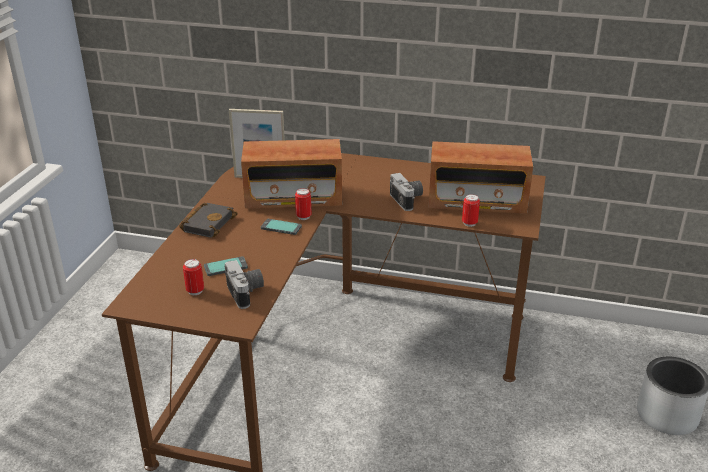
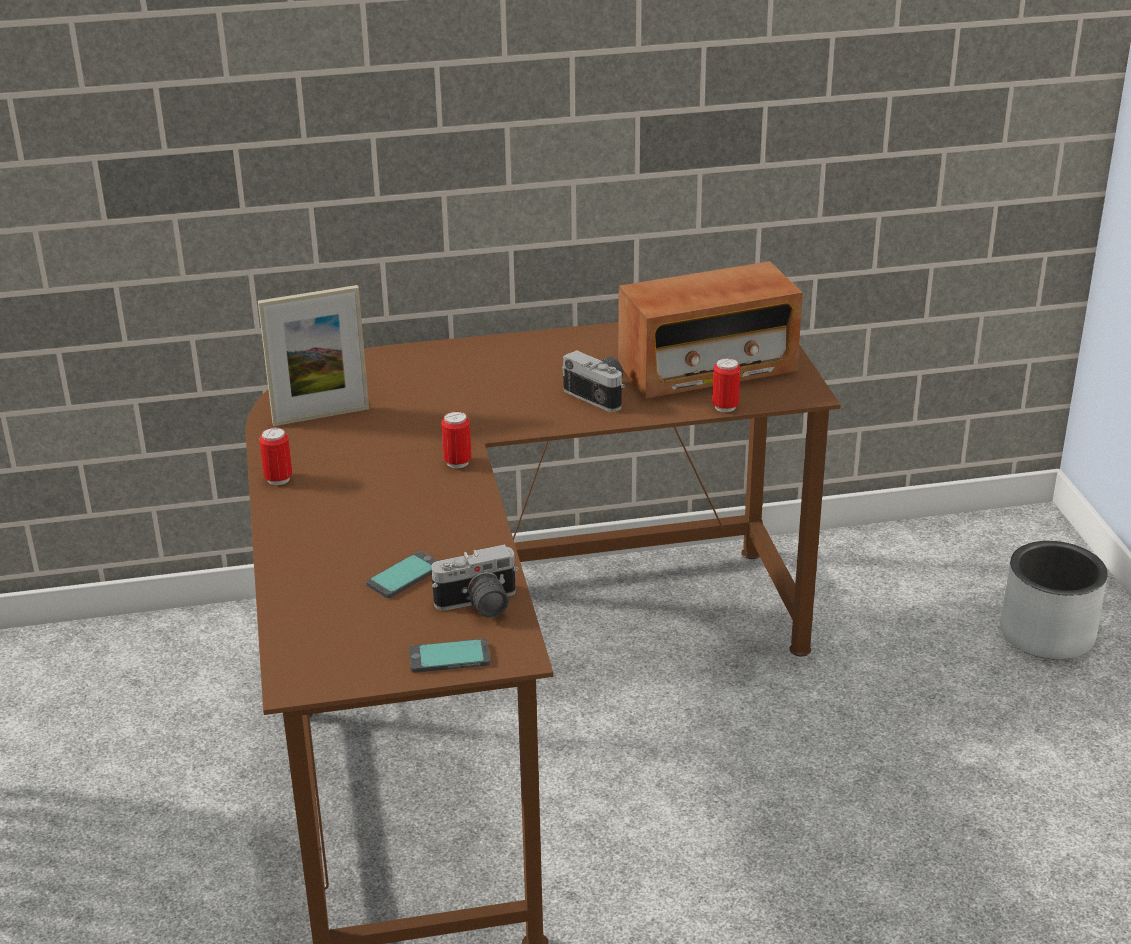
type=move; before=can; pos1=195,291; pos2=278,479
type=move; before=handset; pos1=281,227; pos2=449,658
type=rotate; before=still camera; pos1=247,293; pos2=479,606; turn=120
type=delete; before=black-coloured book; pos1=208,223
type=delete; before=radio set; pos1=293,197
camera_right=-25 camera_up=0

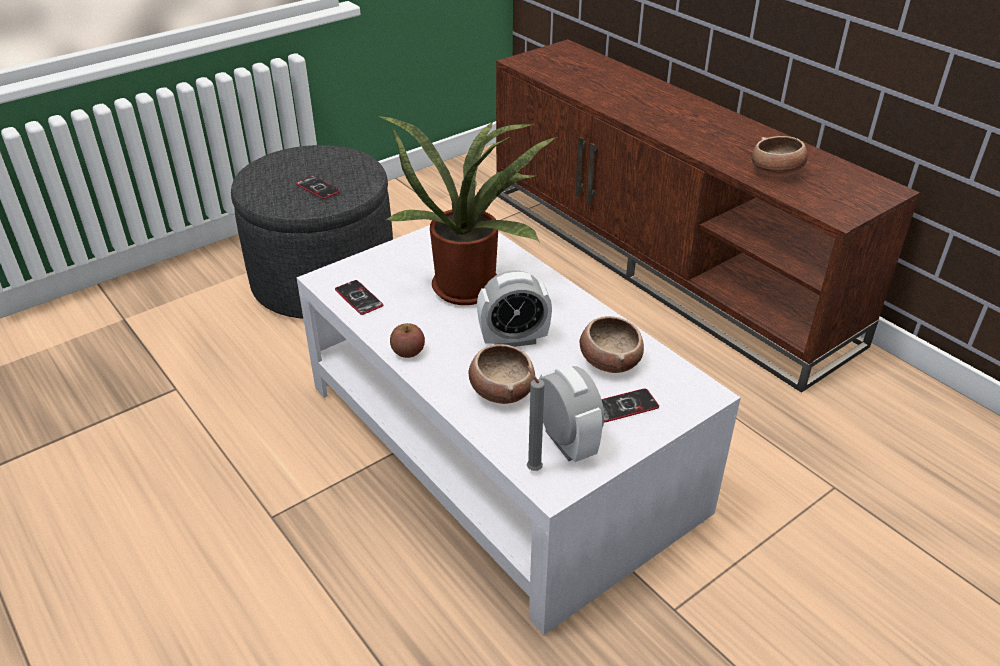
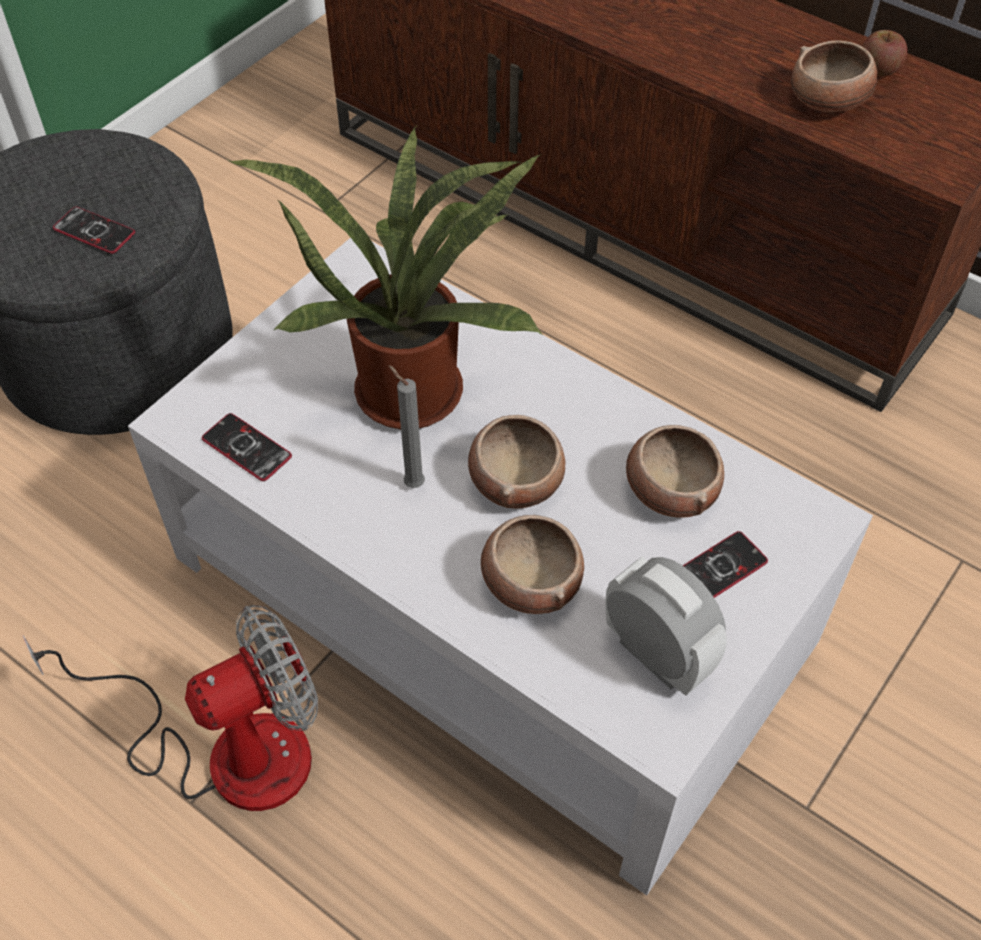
type=insert; after=fan; pos2=226,749
type=move; before=gray candle; pos1=532,468; pos2=411,483
type=replace; before=table clock; after=deep dish; pos1=513,340; pos2=516,480
type=move; before=whole apple; pos1=408,352; pos2=879,69
camera_right=-15 camera_up=15

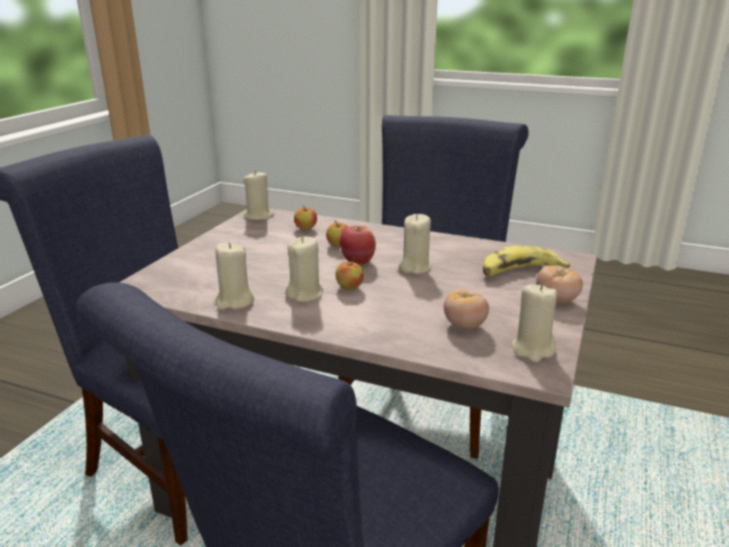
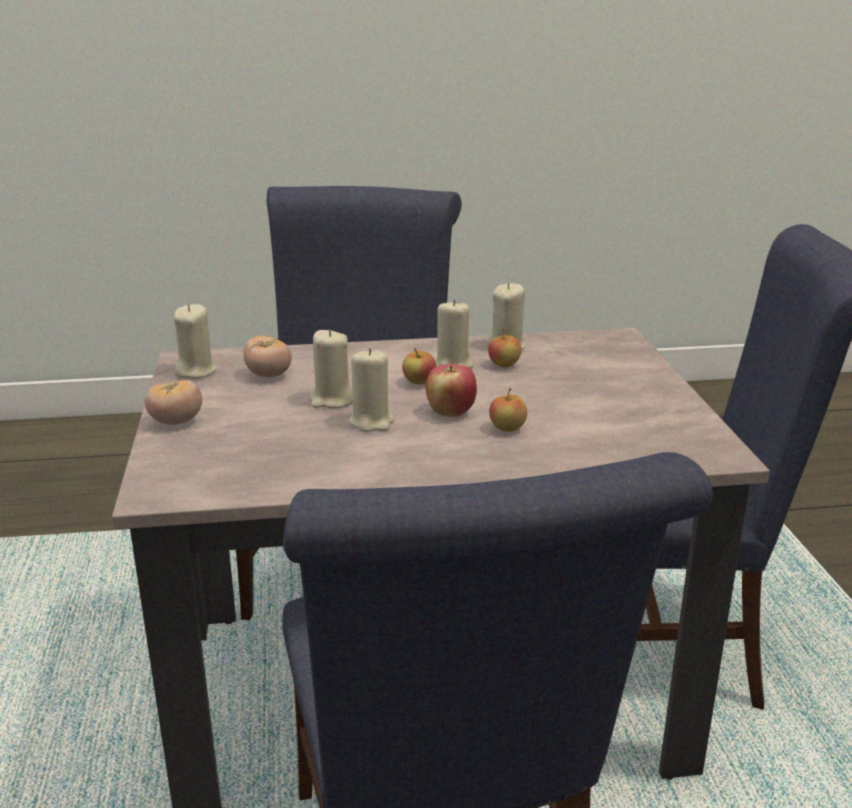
type=move; before=beige candle; pos1=259,216; pos2=332,400
type=move; before=whole apple; pos1=306,228; pos2=503,365
type=delete; before=whole banana; pos1=519,272
camera_right=150 camera_up=0

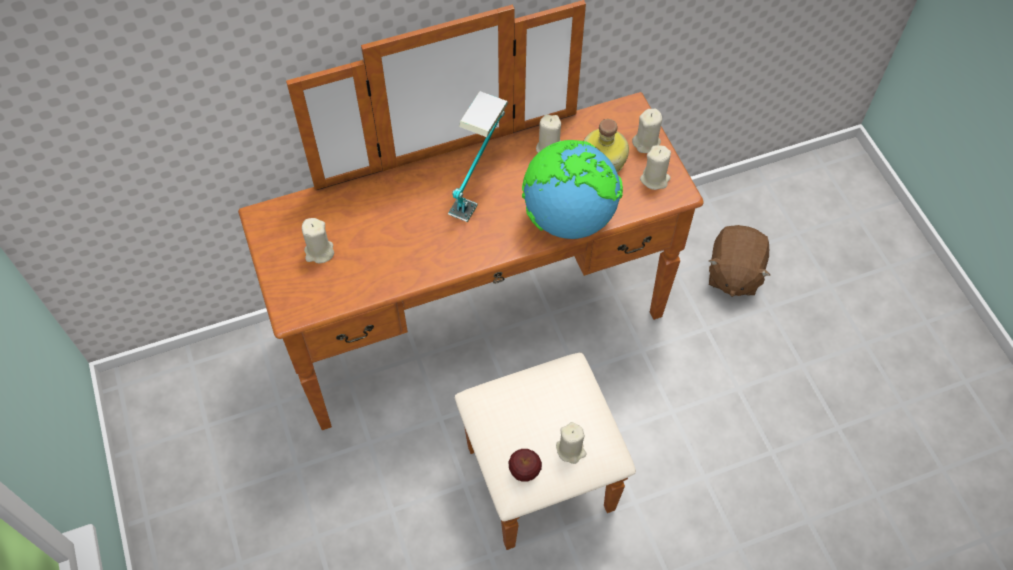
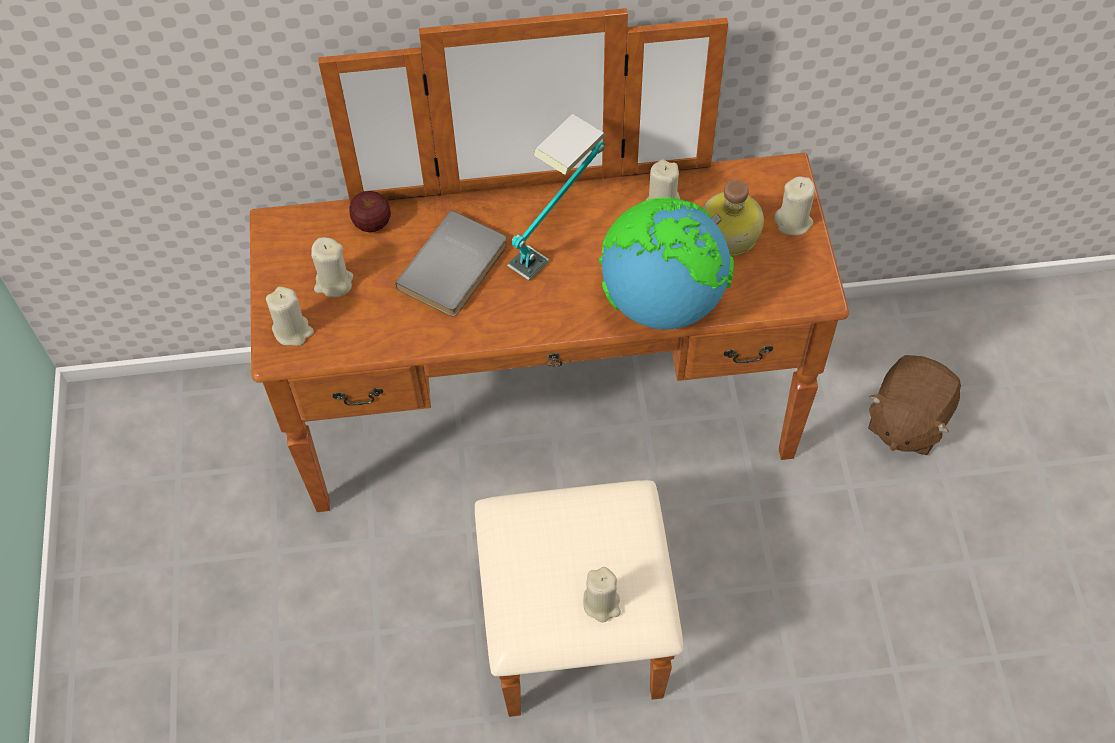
type=move; before=beige candle; pos1=655,179; pos2=293,331
type=move; before=whole apple; pos1=524,470; pos2=372,223
type=insert; after=gray book; pos2=456,268
camera_right=15 camera_up=0

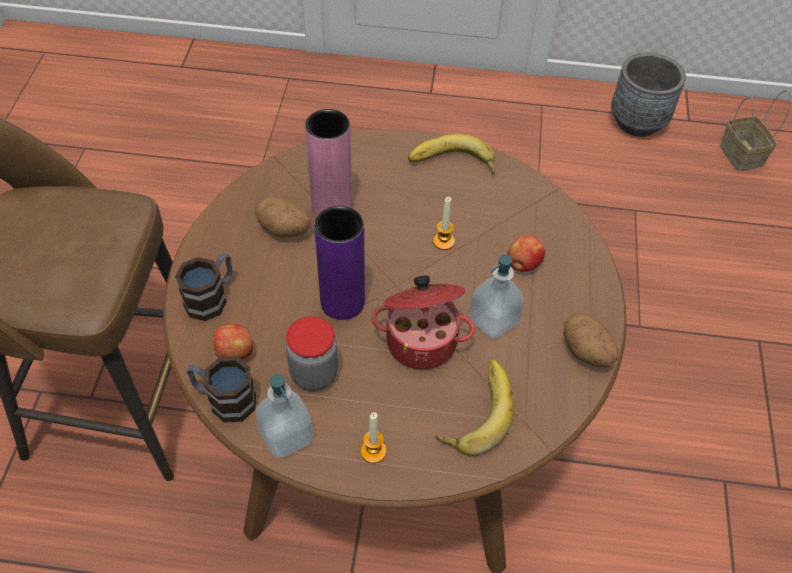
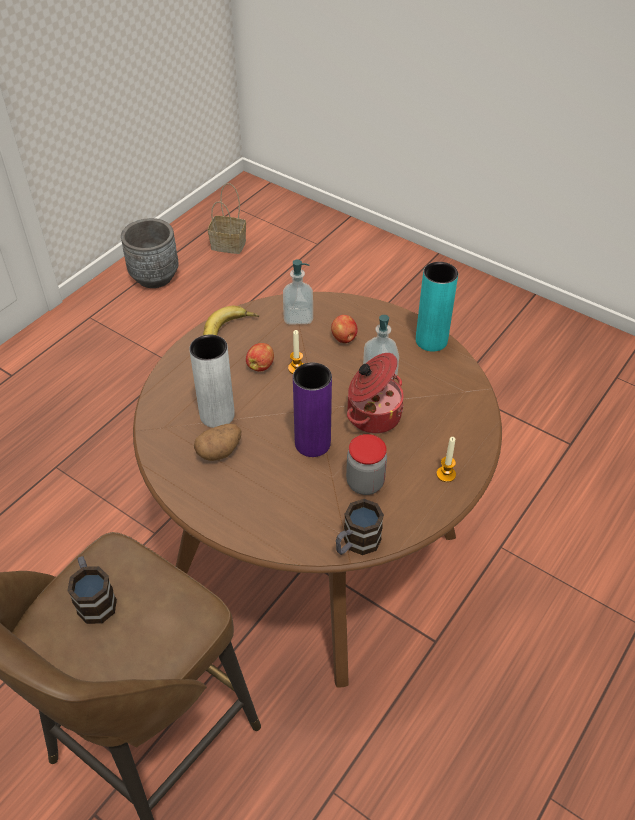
type=move; before=tea mug; pos1=212,297; pos2=94,599
type=recolor; before=pink-coloured decorative vase; after=gray decorative vase; pos1=332,206; pos2=217,415
type=move; before=whole apple; pos1=235,352; pos2=261,366
type=move; before=soap bottle; pos1=286,436; pos2=298,316
type=replace; before=potato; after=turquoise decorative vase; pos1=587,352; pos2=431,340
type=delete; before=whole banana; pos1=475,410
camera_right=-60 camera_up=-5

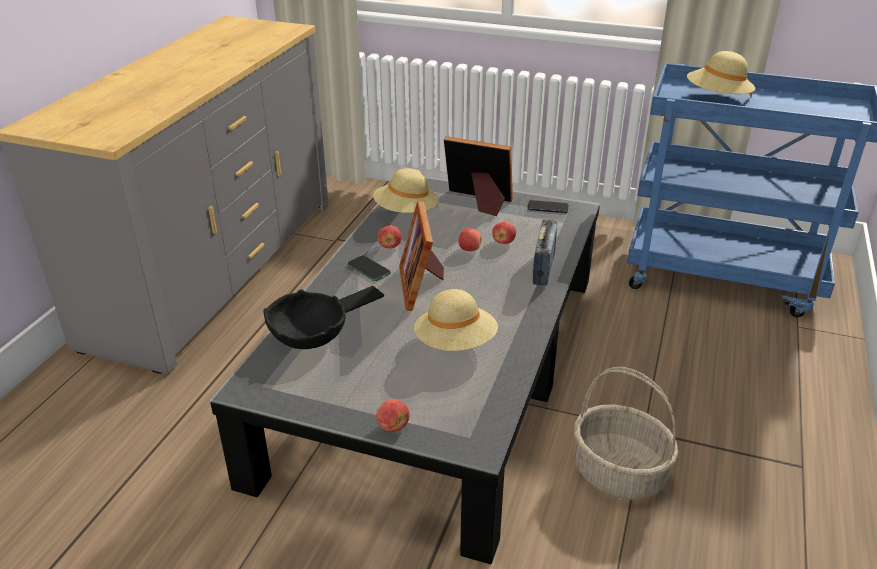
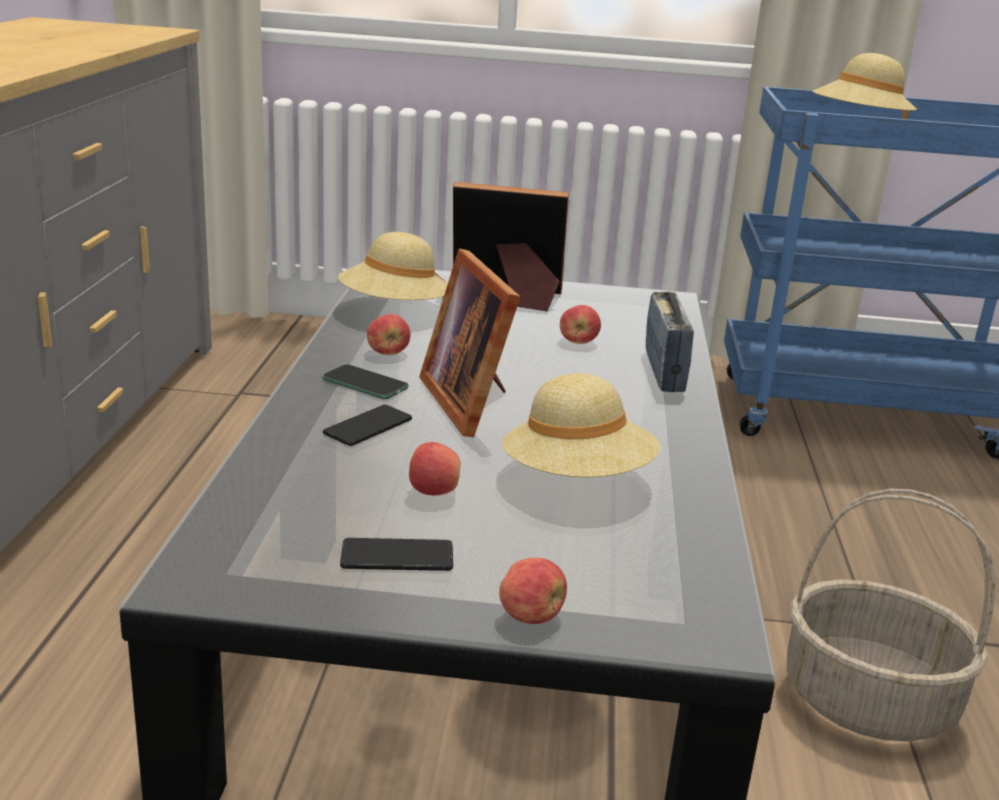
type=move; before=handset; pos1=548,207; pos2=397,556
type=move; before=whole apple; pos1=469,249; pos2=433,491
type=delete; before=black-coloured deep dish; pos1=308,337
camera_right=-15 camera_up=-10

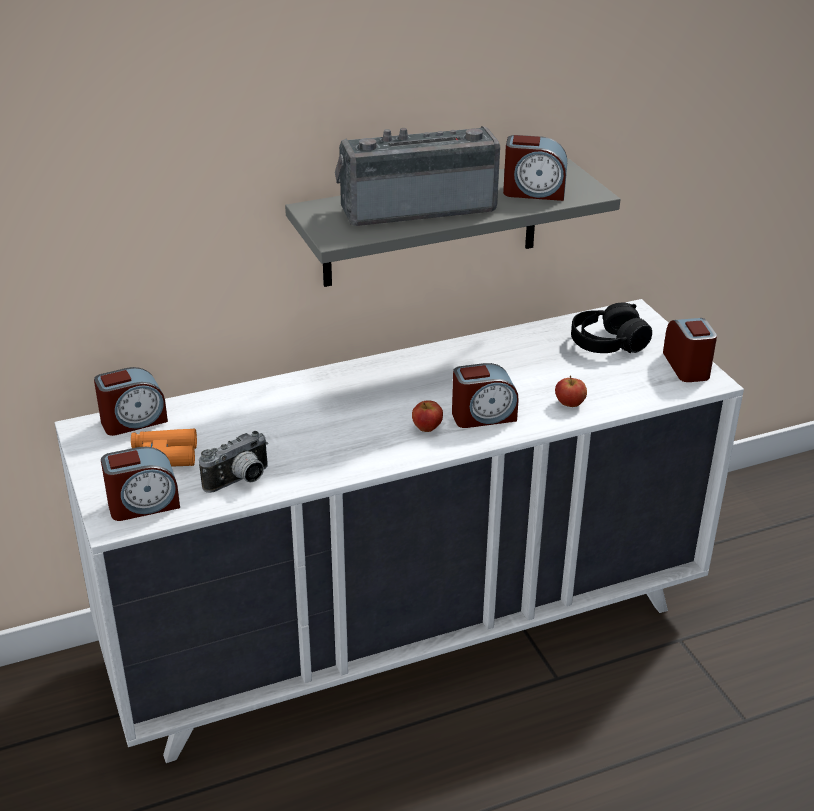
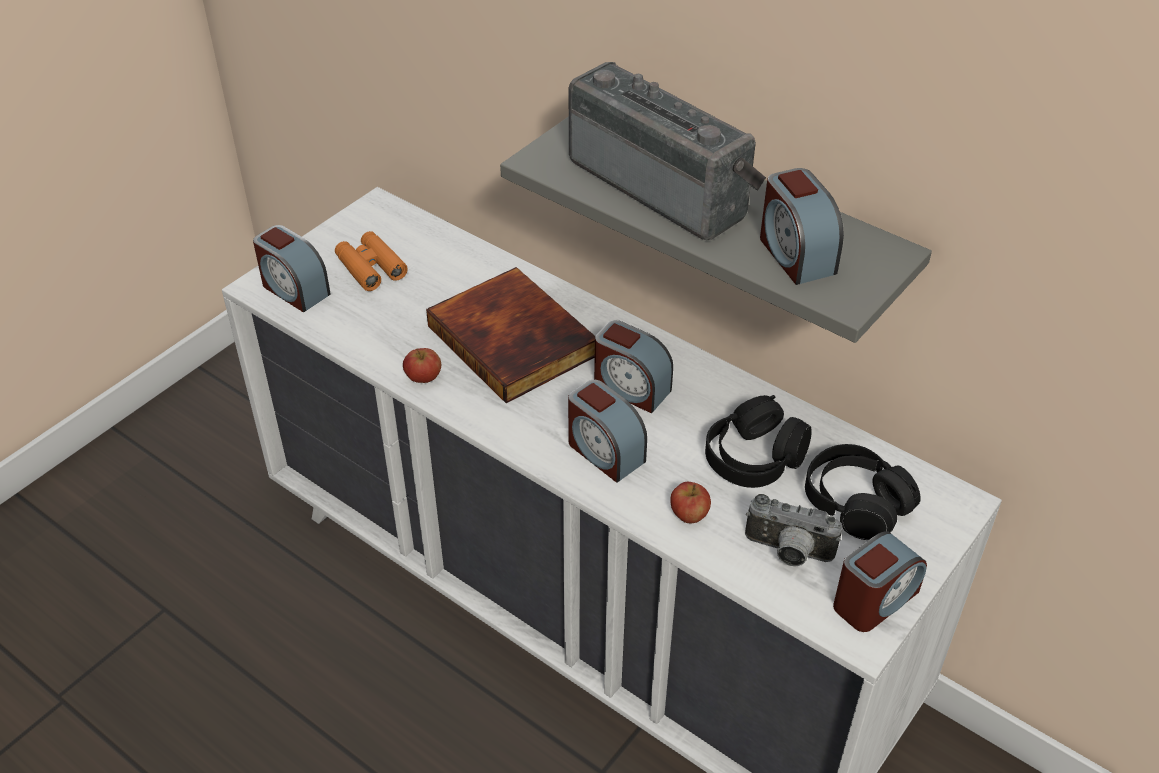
type=move; before=whole apple; pos1=427,428; pos2=423,378
type=insert; after=book; pos2=515,340
type=move; before=table clock; pos1=133,421; pos2=630,388
type=insert; after=black-coloured headset; pos2=754,458
type=move; before=still camera; pos1=240,481; pos2=787,553
camera_right=60 camera_up=10

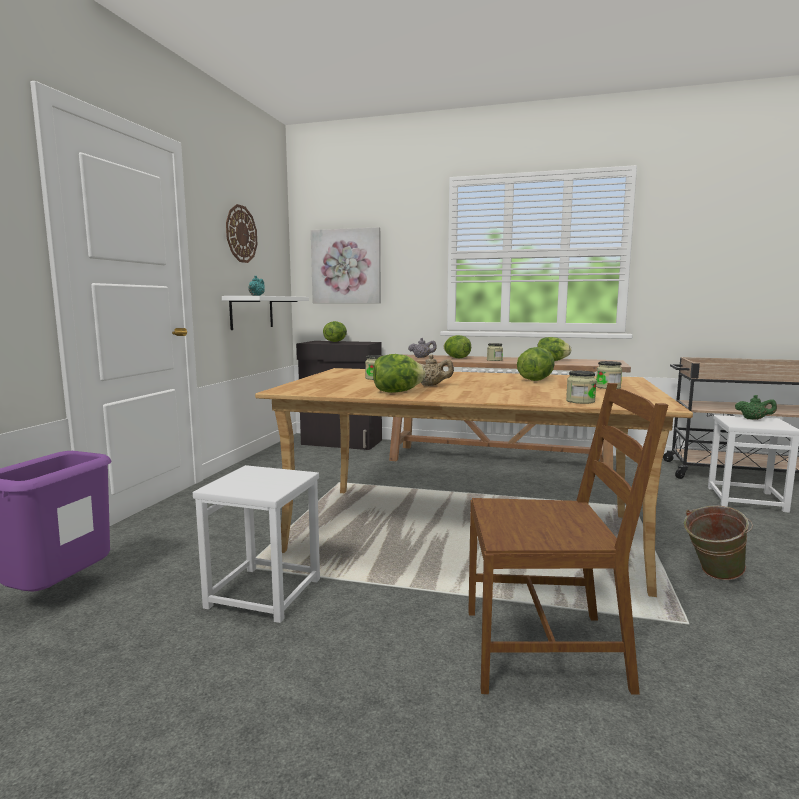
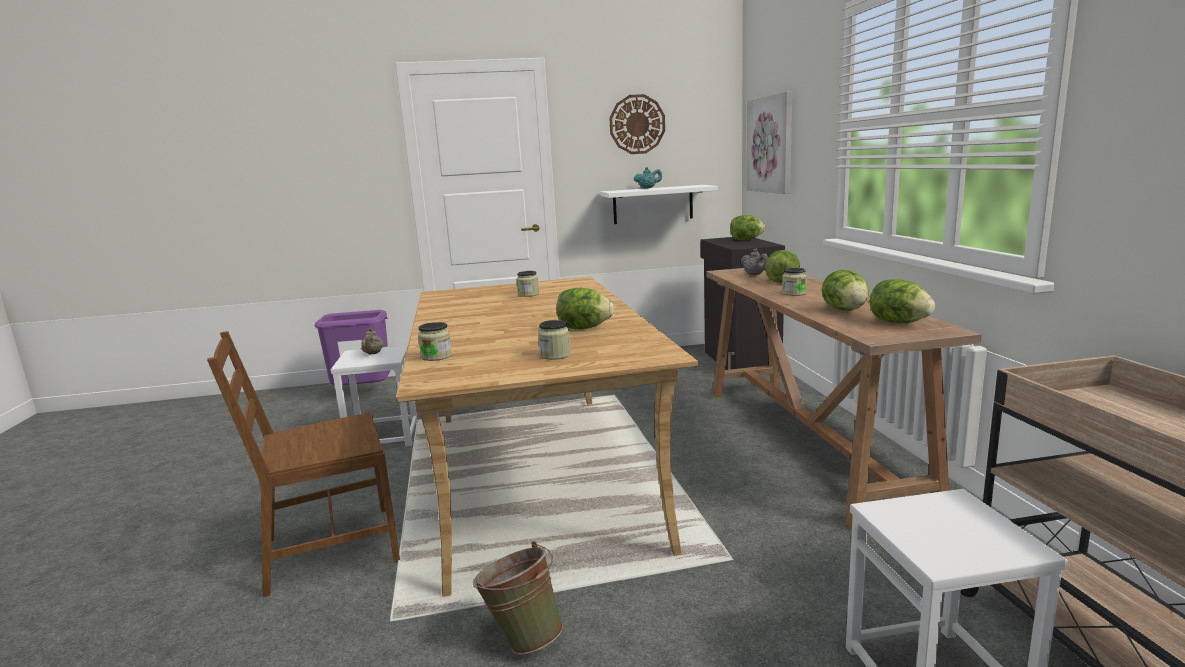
type=rotate; before=brownish upright chair; pos1=545,649; pos2=329,550; turn=90
type=move; before=beige pot for tea; pos1=431,385; pos2=373,354
type=move; before=lettuce head; pos1=397,392; pos2=898,323
type=delete; before=green pot for tea; pos1=754,419
camera_right=65 camera_up=5

